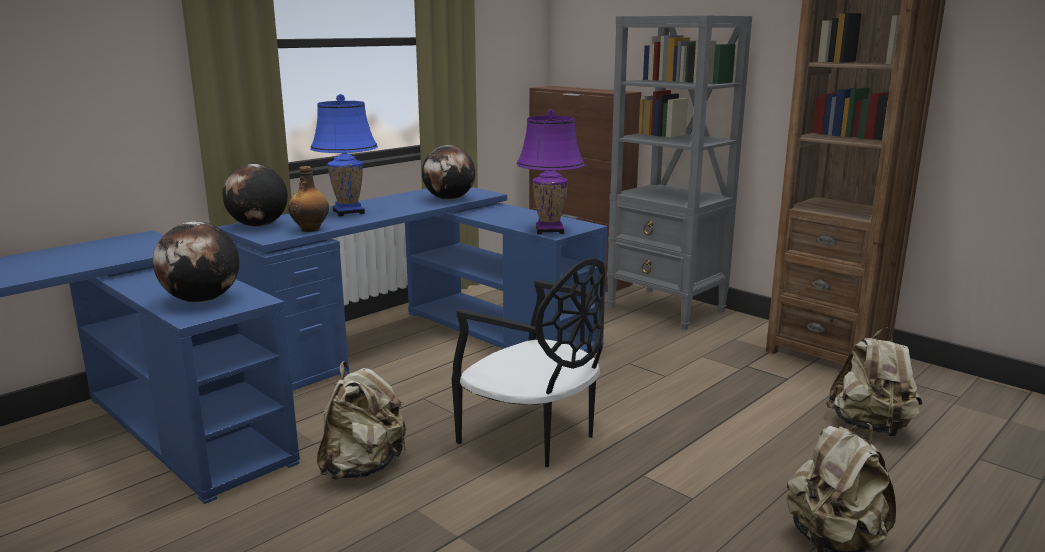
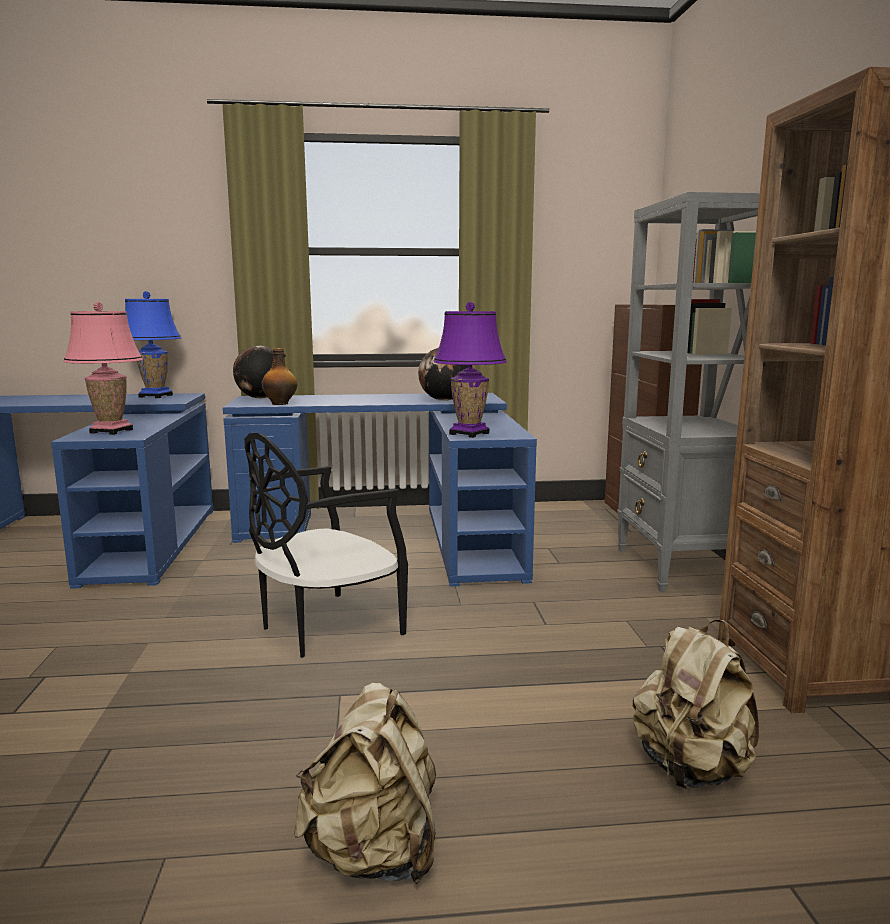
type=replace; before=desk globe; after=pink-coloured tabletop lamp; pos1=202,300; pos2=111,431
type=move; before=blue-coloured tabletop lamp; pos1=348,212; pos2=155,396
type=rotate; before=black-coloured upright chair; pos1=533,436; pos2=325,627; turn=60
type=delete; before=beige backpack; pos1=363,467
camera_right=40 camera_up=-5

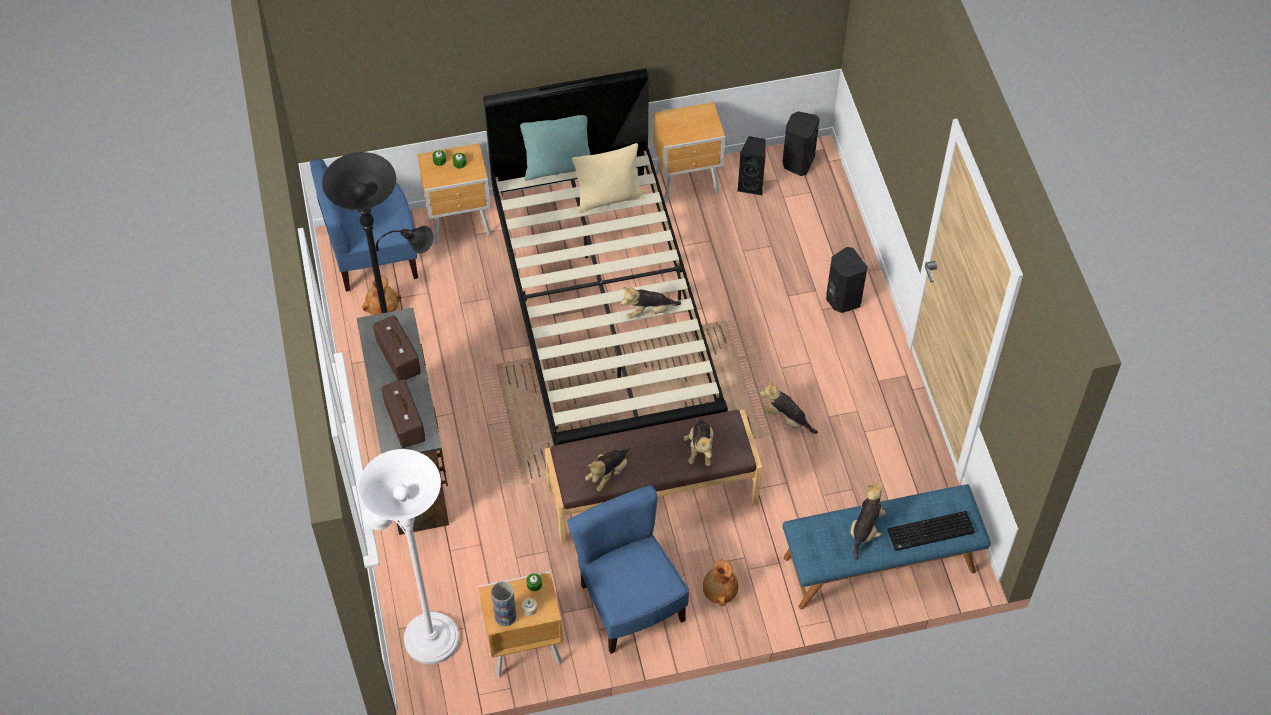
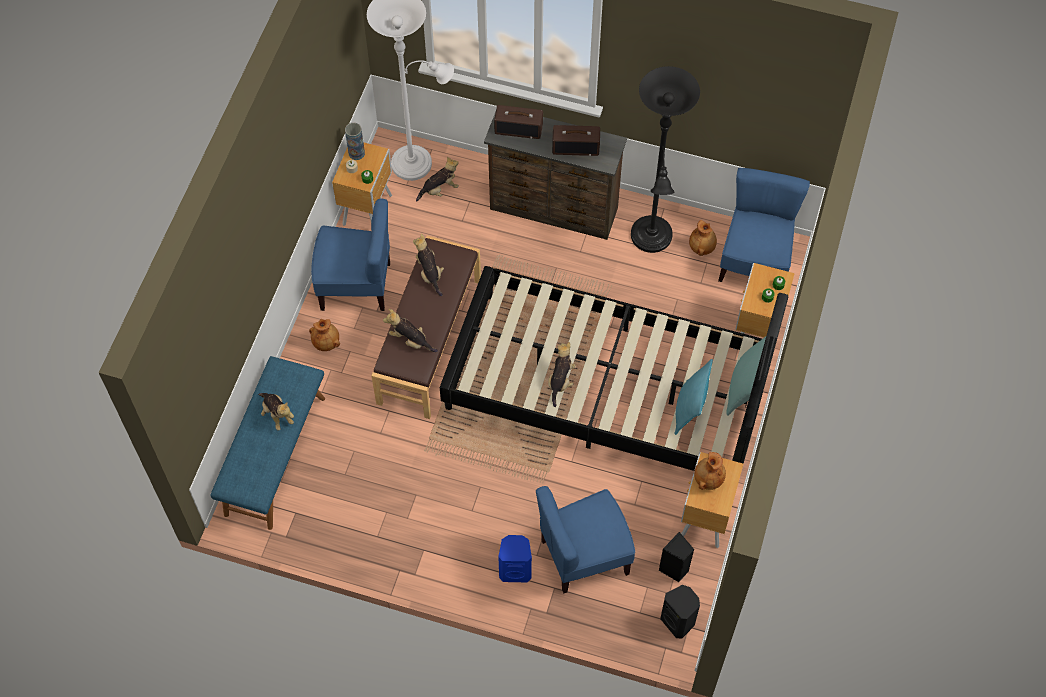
type=move; before=plush toy; pos1=787,419; pos2=440,189
type=recolor; before=black-coloured loudspeaker; after=blue-coloured loudspeaker; pos1=842,299; pos2=515,570
type=insert; after=blue-coloured upright chair; pos2=583,555
type=recolor; before=beige pillow; after=turquoise pillow; pos1=609,198; pos2=689,409
type=insert; after=brownish decorative vase; pos2=708,479
type=delete; before=computer keyboard; pos1=930,533
camera_right=120 camera_up=5

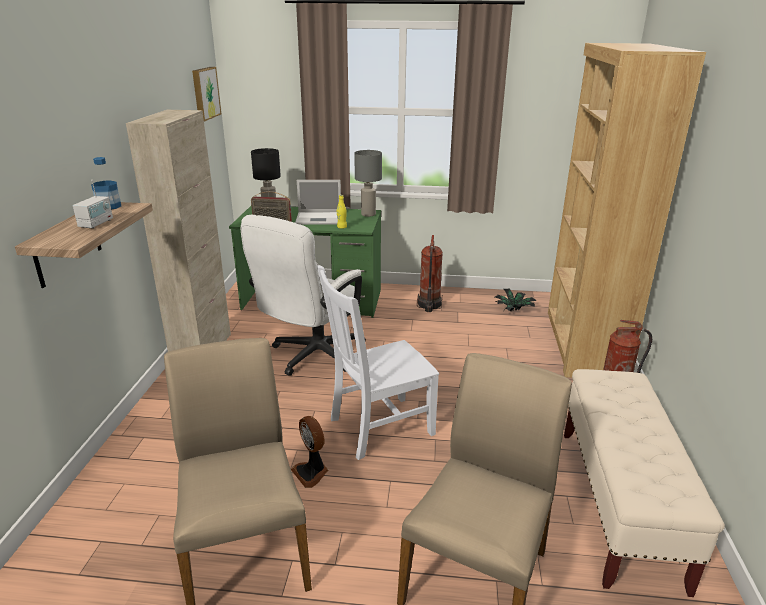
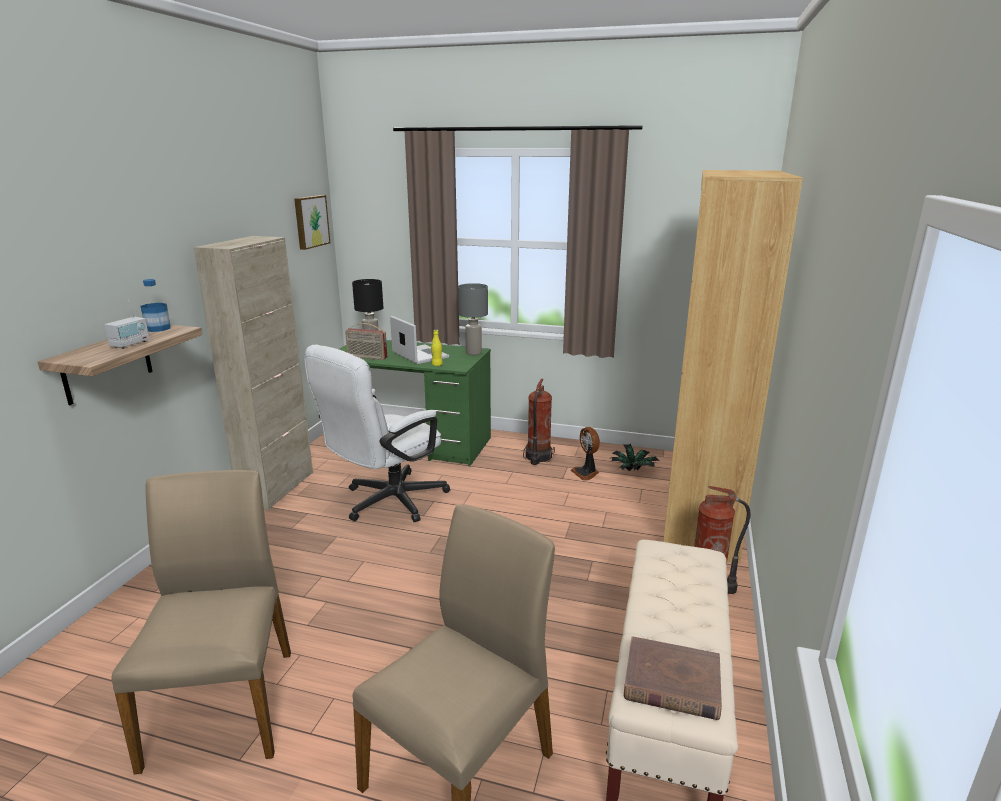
type=rotate; before=laptop; pos1=320,218; pos2=419,355; turn=-135
type=move; before=fan; pos1=311,472; pos2=586,473
type=insert; after=brownish book; pos2=672,682
type=delete; before=white-coloured upright chair; pos1=378,427
camera_right=10 camera_up=-5

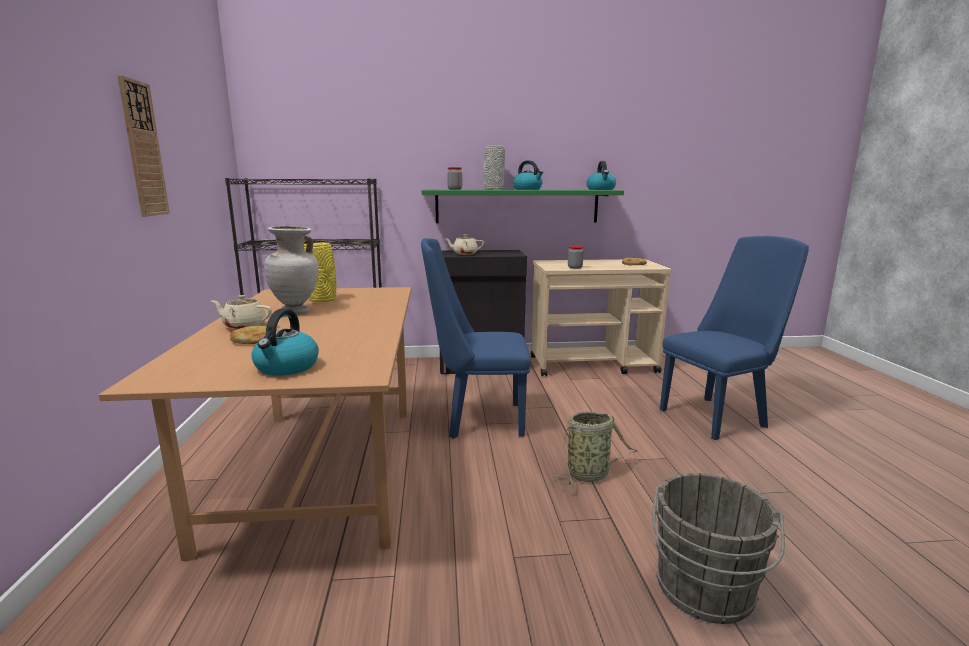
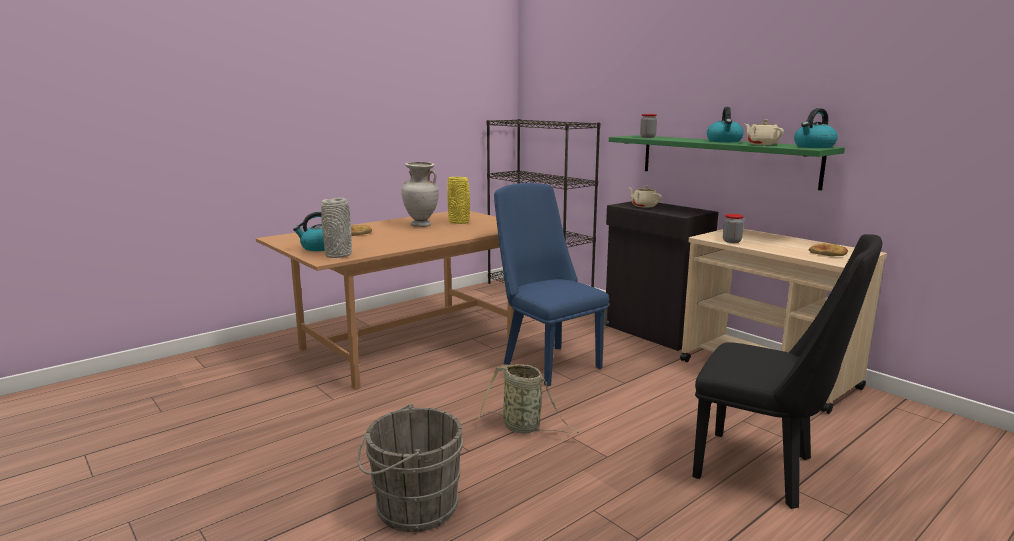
type=move; before=gray decorative vase; pos1=493,189; pos2=338,255
type=recolor; before=blue-coloured upright chair; after=black-coloured upright chair; pos1=718,416; pos2=765,470
type=move; before=beige pot for tea; pos1=244,326; pos2=761,144
type=delete; before=wall clock; pos1=143,149
camera_right=55 camera_up=0

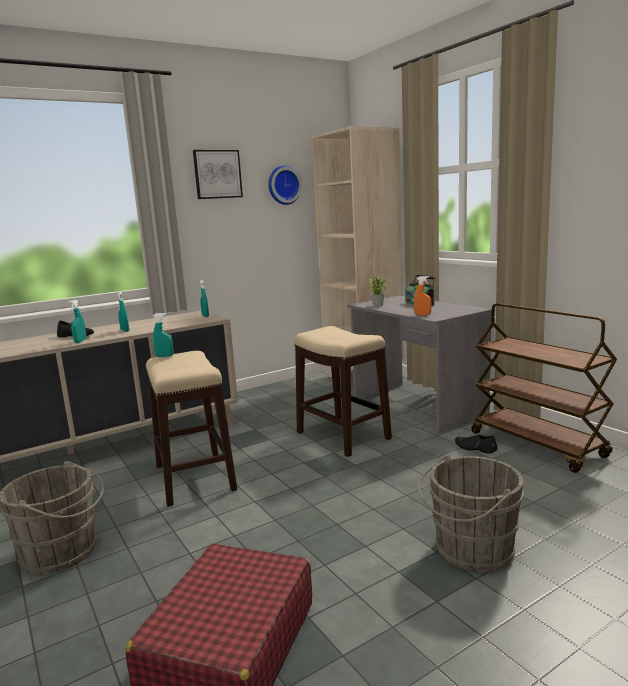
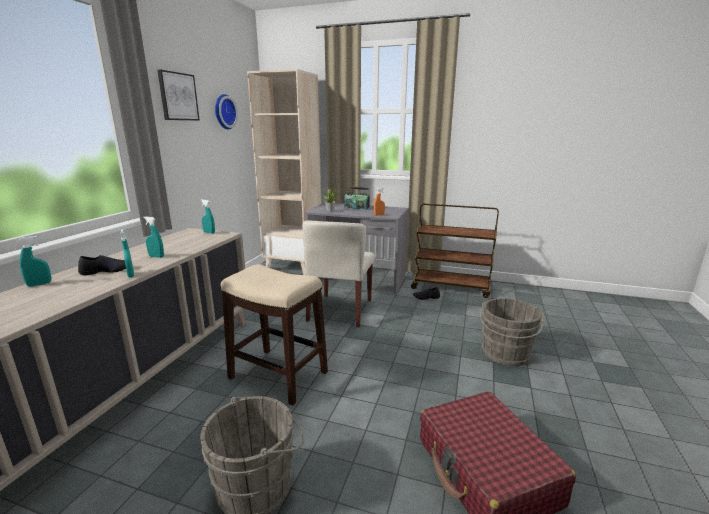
type=move; before=turquoise sprayer; pos1=164,356; pos2=39,284
type=replace; before=stool; after=beige upright chair; pos1=342,435; pos2=340,310
camera_right=-40 camera_up=5

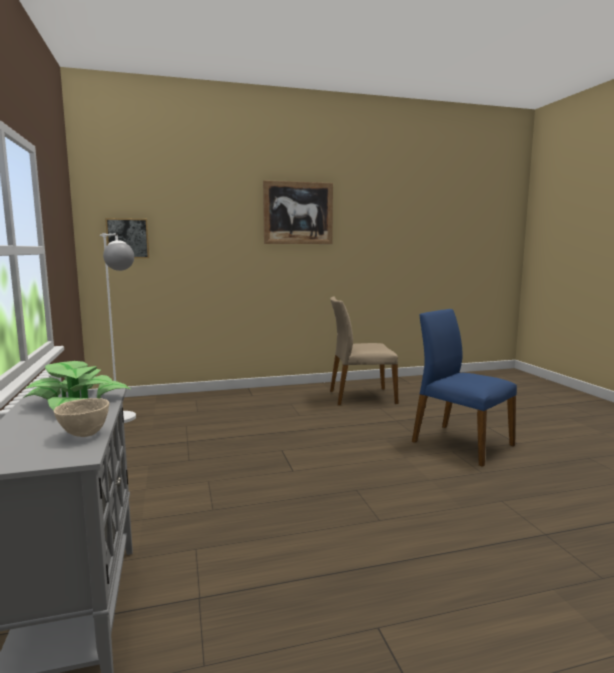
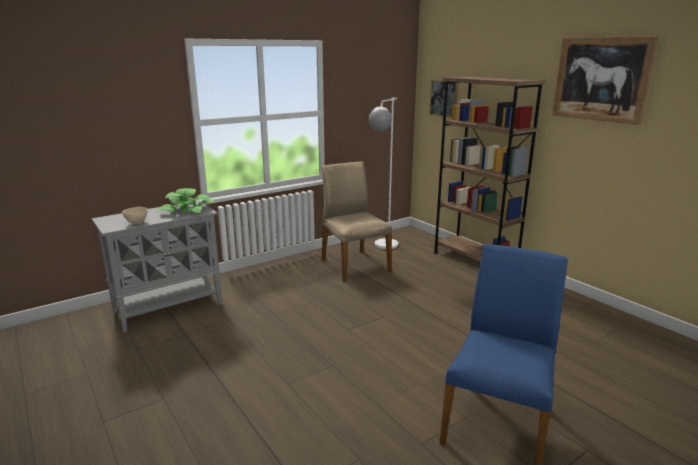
type=move; before=beige upright chair; pos1=361,396; pos2=354,265
type=insert; after=brownish bookshelf; pos2=474,261
camera_right=70 camera_up=10

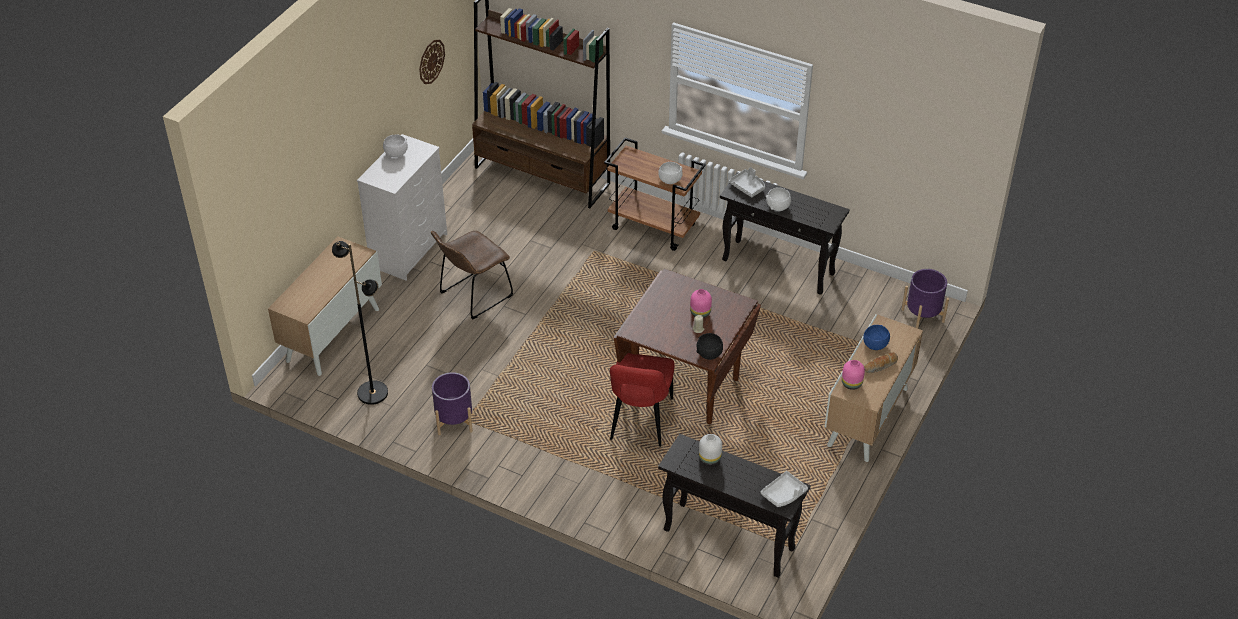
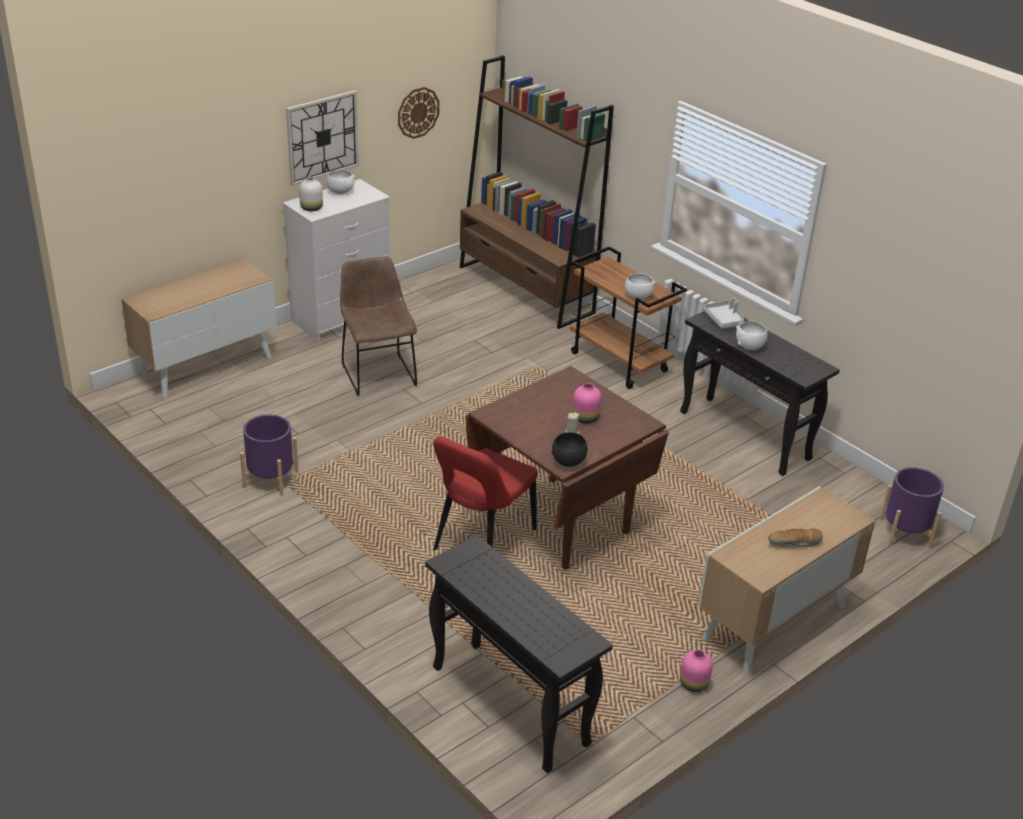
type=insert; after=wall clock; pos2=322,137
type=move; before=white-coloured decorative vase; pos1=709,458; pos2=311,208
type=rotate; before=brownish upright chair; pos1=473,296; pos2=377,372; turn=90
type=move; before=pink-coloured decorative vase; pos1=851,384; pos2=693,684
type=delete; before=black-coloured standard lamp; pos1=373,392
type=delete; before=gray serving tray; pos1=784,494
type=delete; before=blue-coloured deep dish; pos1=875,345
camera_right=20 camera_up=-10

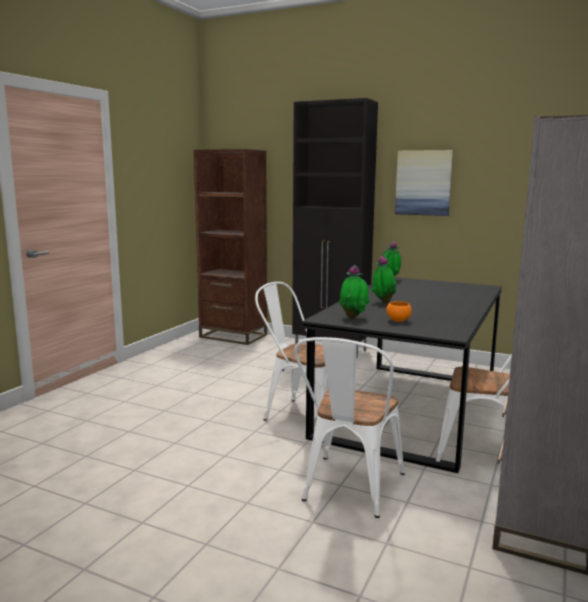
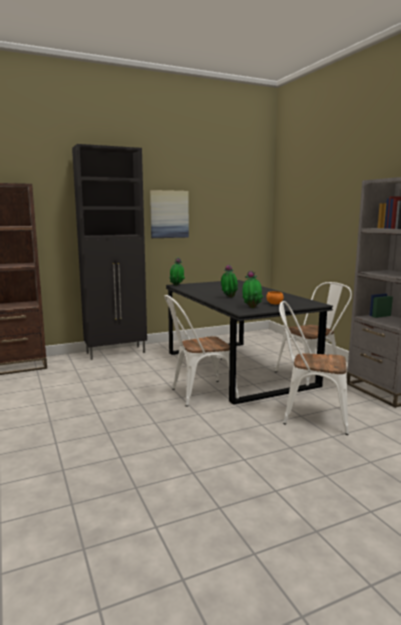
type=rotate; before=white-coloured upright chair; pos1=349,490; pos2=309,415; turn=135
camera_right=-50 camera_up=0

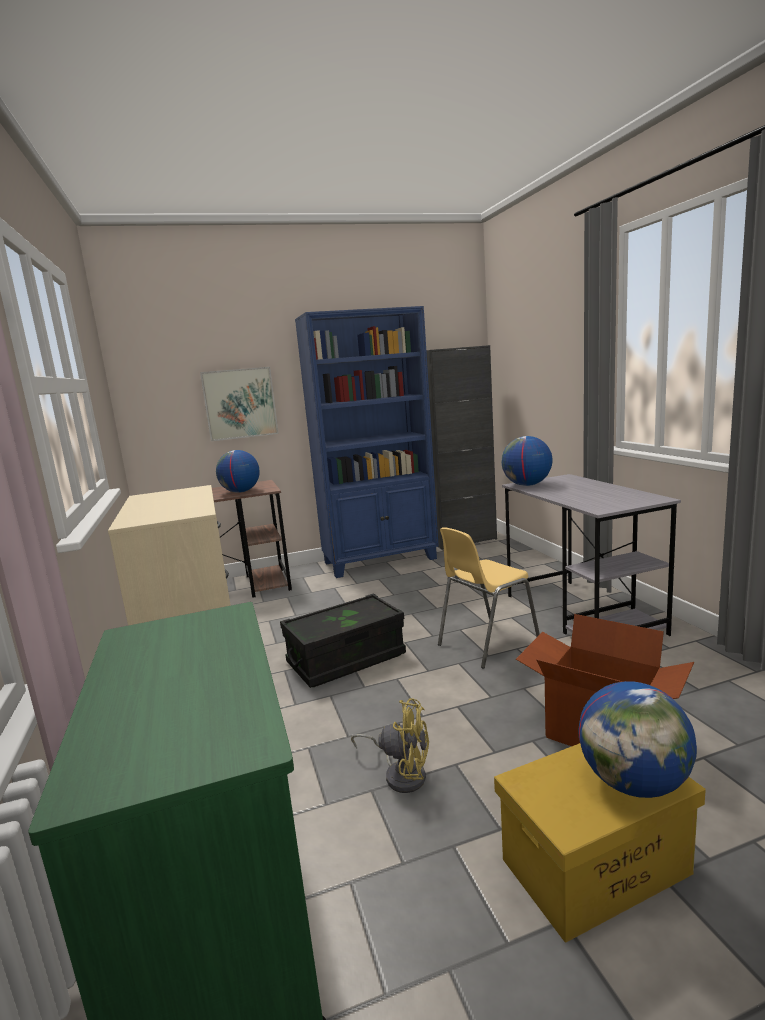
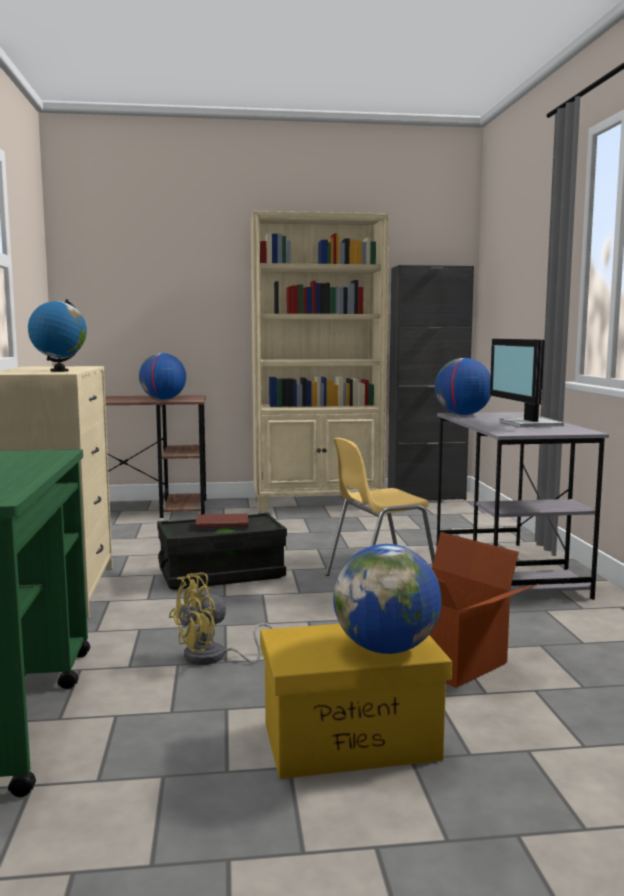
type=insert; after=desk globe; pos2=59,371
type=rotate; before=yellow-coloured fan; pos1=401,773; pos2=214,658; turn=120
type=insert; after=brownish book; pos2=221,523
type=recolor; before=blue-coloured bookshelf; after=beige bookshelf; pos1=381,561; pos2=318,504
type=insert; after=computer display; pos2=528,424
type=delete; before=wall art; pos1=240,403
camera_right=10 camera_up=-5

